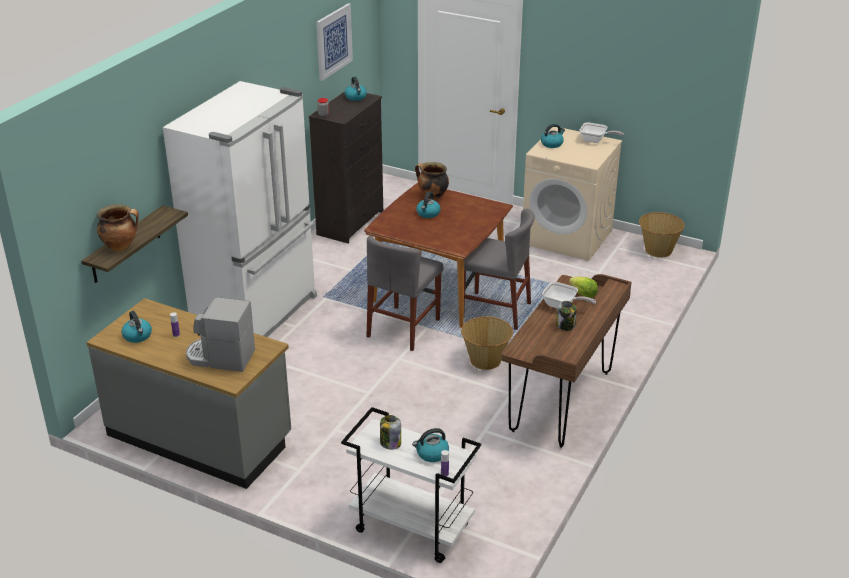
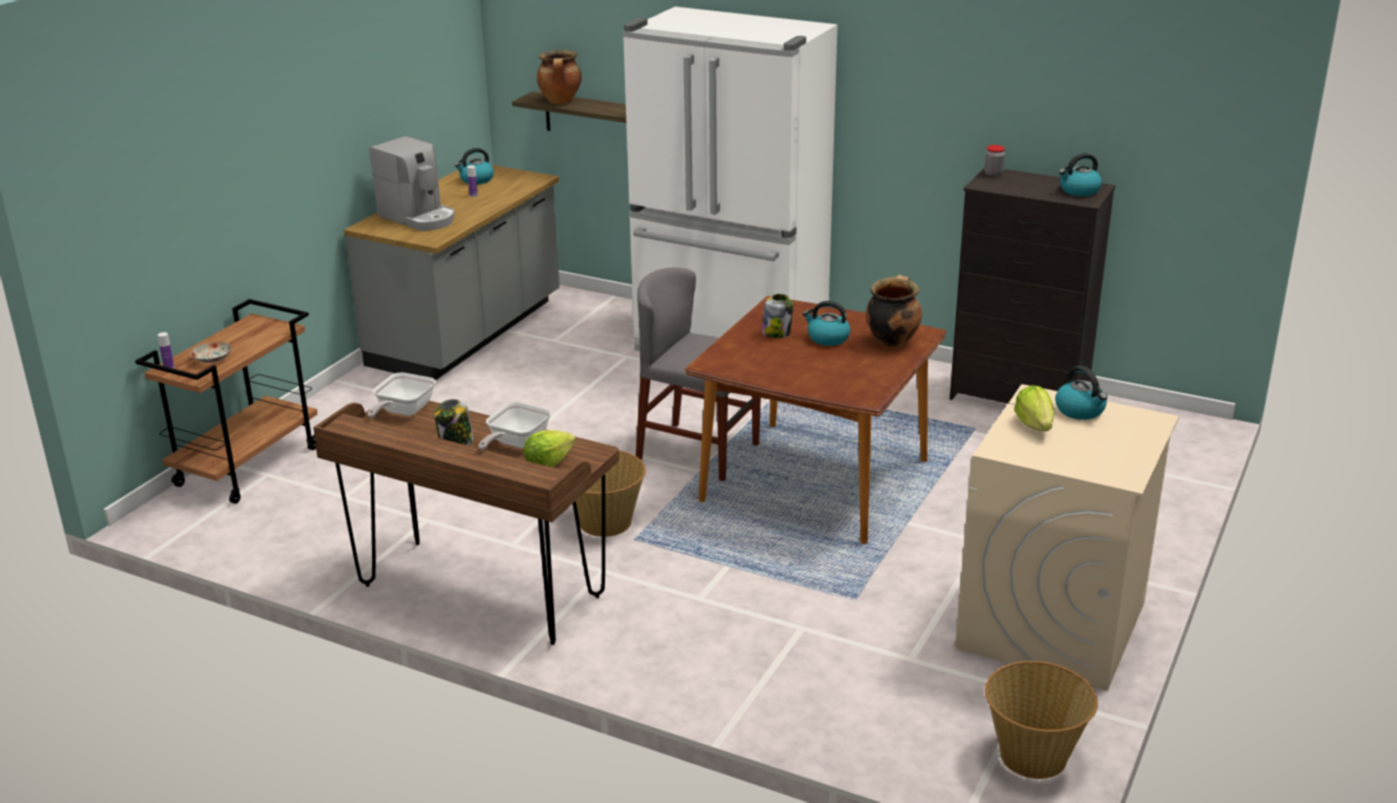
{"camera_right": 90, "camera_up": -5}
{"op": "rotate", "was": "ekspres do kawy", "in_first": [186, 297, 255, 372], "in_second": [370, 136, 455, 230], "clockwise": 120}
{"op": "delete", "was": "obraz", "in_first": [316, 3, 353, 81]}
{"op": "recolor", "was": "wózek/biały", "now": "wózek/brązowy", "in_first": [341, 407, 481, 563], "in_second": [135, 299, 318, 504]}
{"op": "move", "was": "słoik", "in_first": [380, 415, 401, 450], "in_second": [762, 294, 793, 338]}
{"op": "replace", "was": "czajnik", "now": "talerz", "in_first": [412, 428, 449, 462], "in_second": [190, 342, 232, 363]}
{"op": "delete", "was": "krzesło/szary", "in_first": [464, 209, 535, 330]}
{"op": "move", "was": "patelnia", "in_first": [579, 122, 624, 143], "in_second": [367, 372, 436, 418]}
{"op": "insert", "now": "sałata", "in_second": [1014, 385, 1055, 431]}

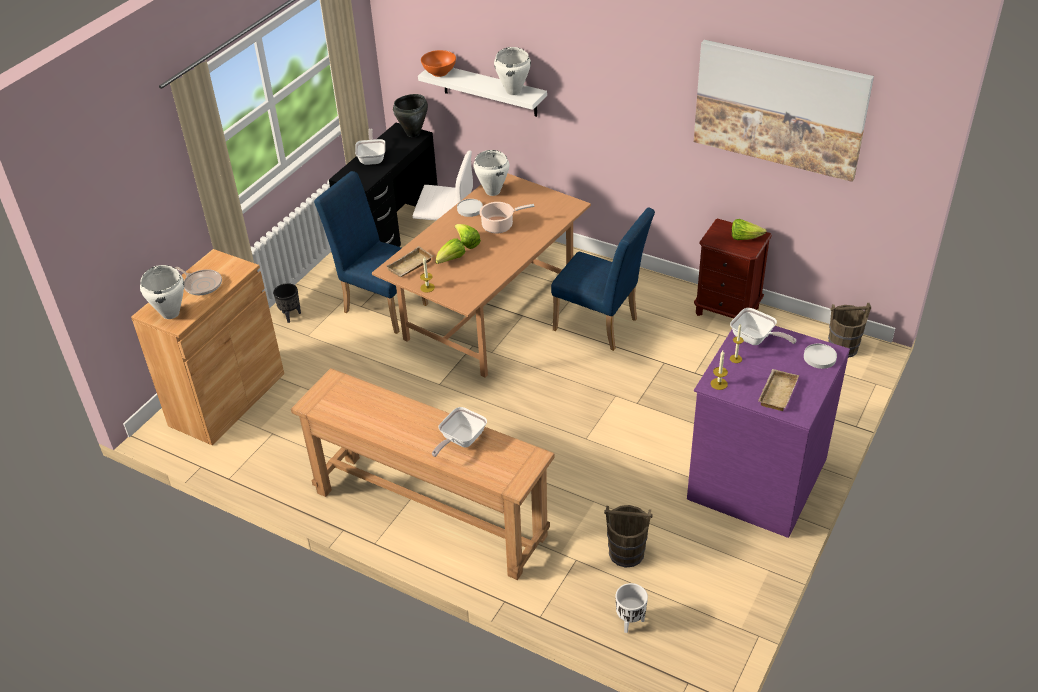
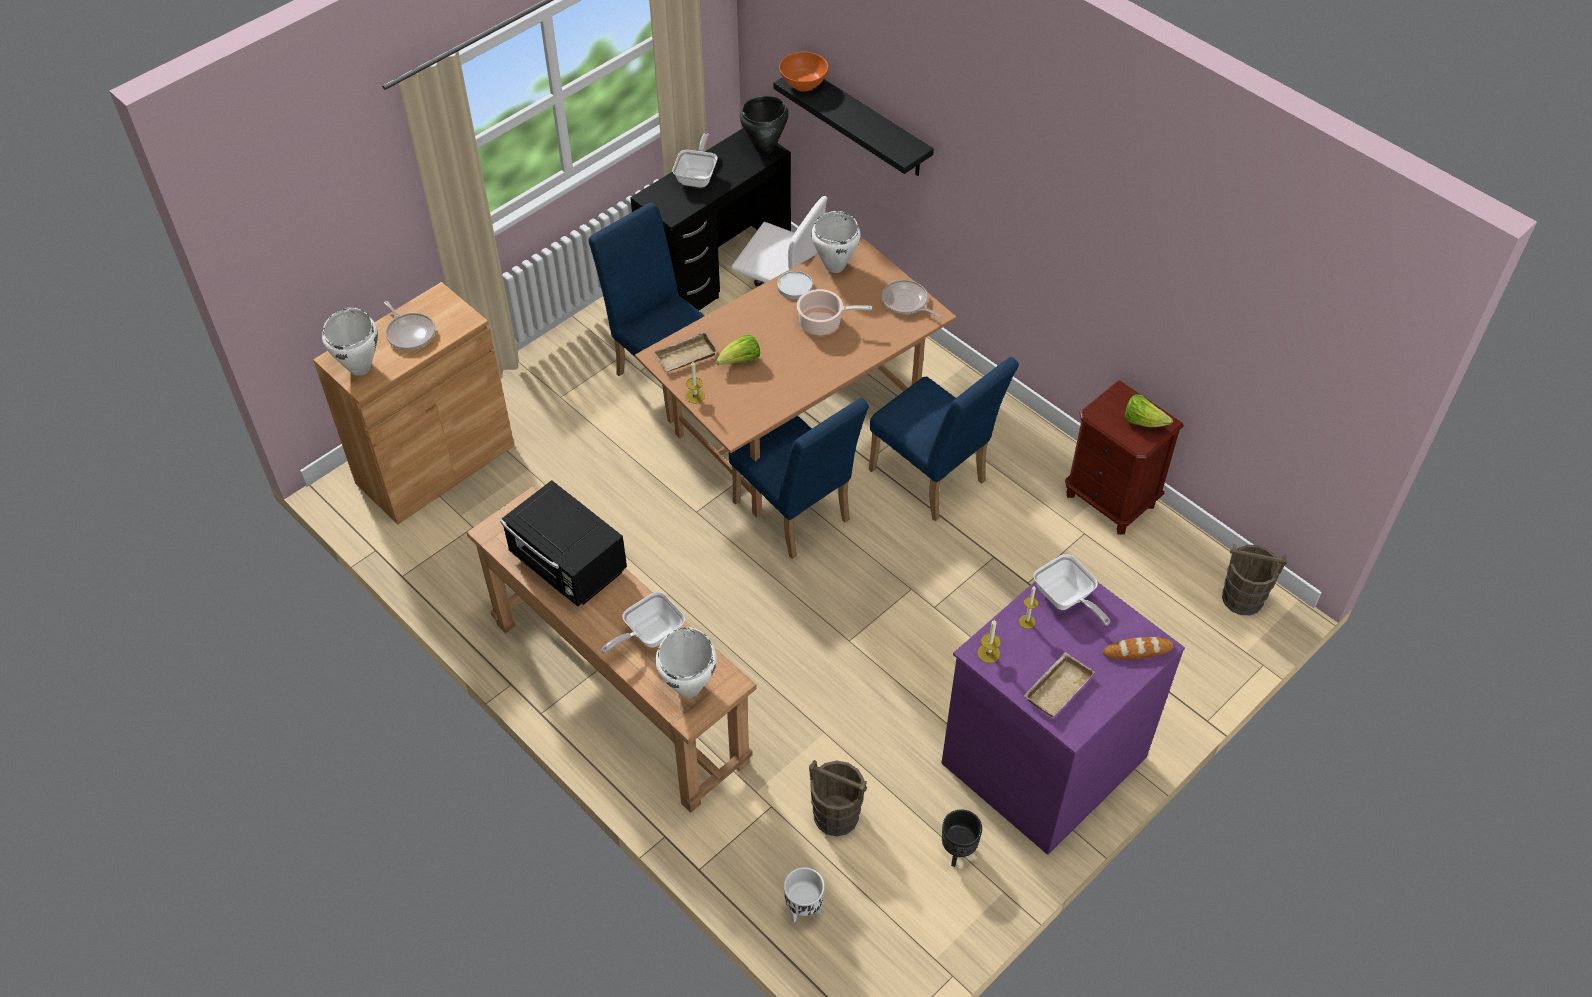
{"camera_right": 15, "camera_up": 10}
{"op": "move", "was": "donica/czarny", "in_first": [273, 283, 301, 323], "in_second": [942, 809, 982, 867]}
{"op": "recolor", "was": "półka/biały", "now": "półka/czarny", "in_first": [418, 68, 547, 117], "in_second": [774, 77, 934, 176]}
{"op": "delete", "was": "sałata", "in_first": [455, 224, 481, 249]}
{"op": "move", "was": "garnek/biały", "in_first": [494, 47, 531, 95], "in_second": [655, 627, 717, 698]}
{"op": "delete", "was": "obraz", "in_first": [694, 40, 874, 182]}
{"op": "replace", "was": "talerz/biały", "now": "chleb", "in_first": [804, 343, 837, 369], "in_second": [1103, 637, 1174, 660]}
{"op": "insert", "now": "mikrofalówka/czarny", "in_second": [500, 480, 627, 606]}
{"op": "insert", "now": "krzesło/niebieski", "in_second": [729, 398, 869, 559]}
{"op": "insert", "now": "patelnia", "in_second": [882, 280, 942, 318]}

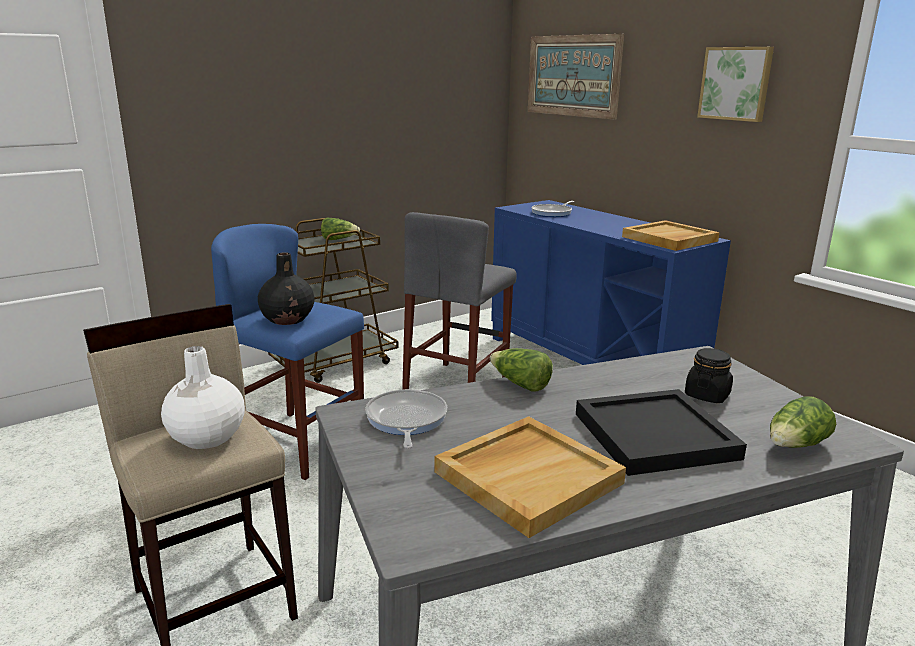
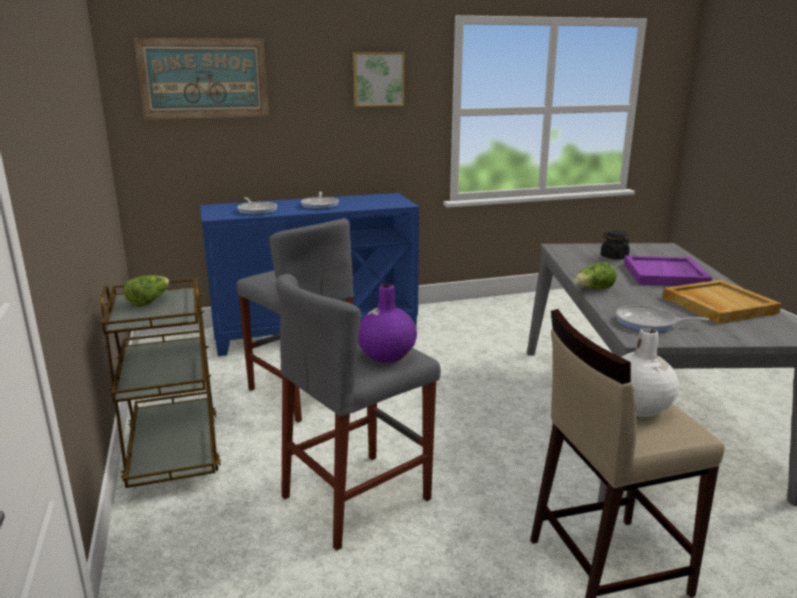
{"camera_right": -70, "camera_up": 0}
{"op": "recolor", "was": "stołek/niebieski", "now": "stołek/szary", "in_first": [211, 224, 364, 480], "in_second": [276, 274, 441, 551]}
{"op": "recolor", "was": "wazon/czarny", "now": "wazon/fioletowy", "in_first": [258, 252, 314, 325], "in_second": [358, 284, 417, 363]}
{"op": "recolor", "was": "taca/czarny", "now": "taca/fioletowy", "in_first": [576, 389, 747, 476], "in_second": [624, 256, 712, 286]}
{"op": "delete", "was": "taca/beżowy", "in_first": [622, 220, 720, 251]}
{"op": "delete", "was": "sałata", "in_first": [770, 396, 836, 448]}
{"op": "insert", "now": "patelnia", "in_second": [301, 192, 339, 210]}

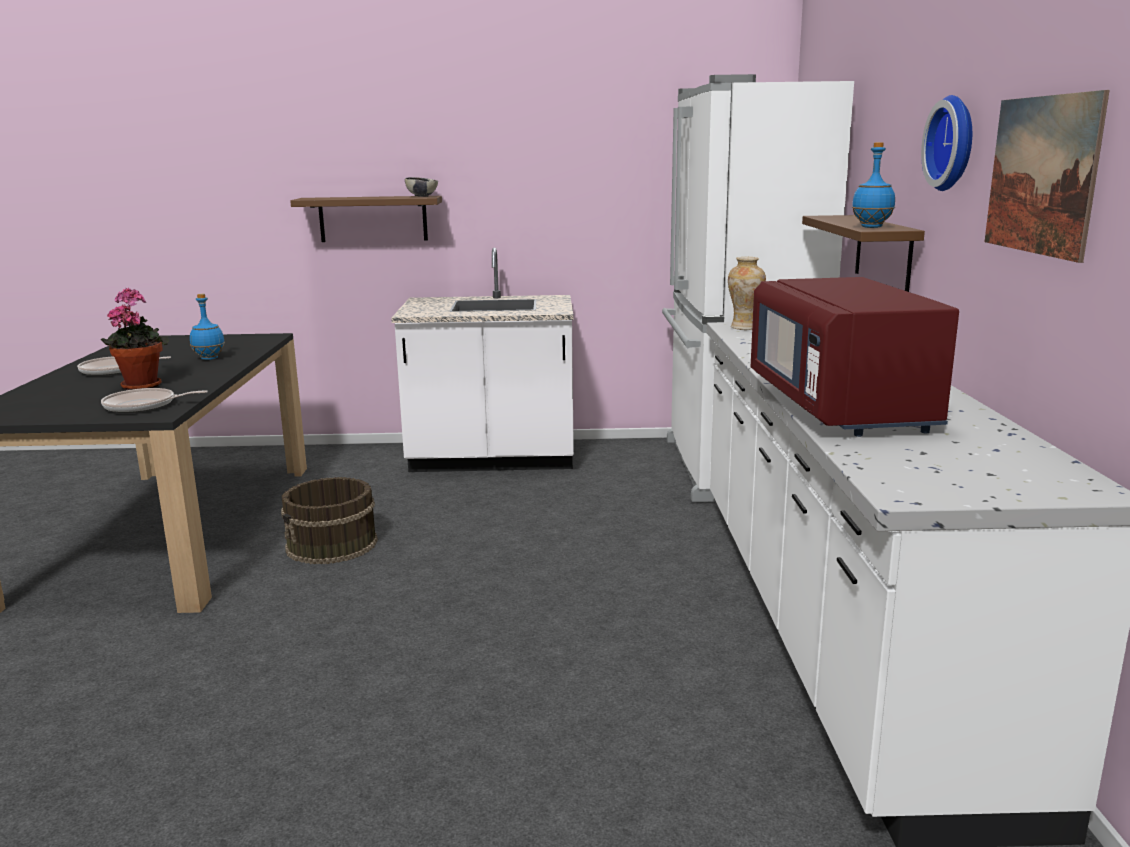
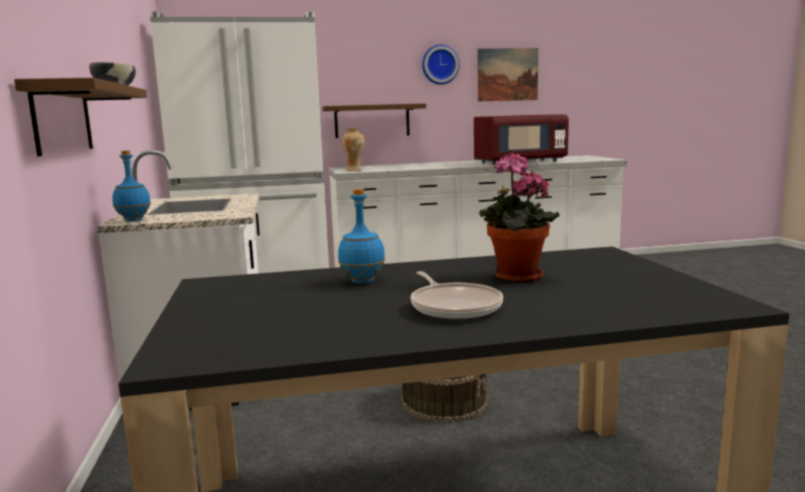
{"camera_right": -100, "camera_up": -5}
{"op": "delete", "was": "patelnia", "in_first": [101, 388, 208, 413]}
{"op": "move", "was": "butelka/niebieski", "in_first": [852, 142, 895, 228], "in_second": [112, 151, 151, 221]}

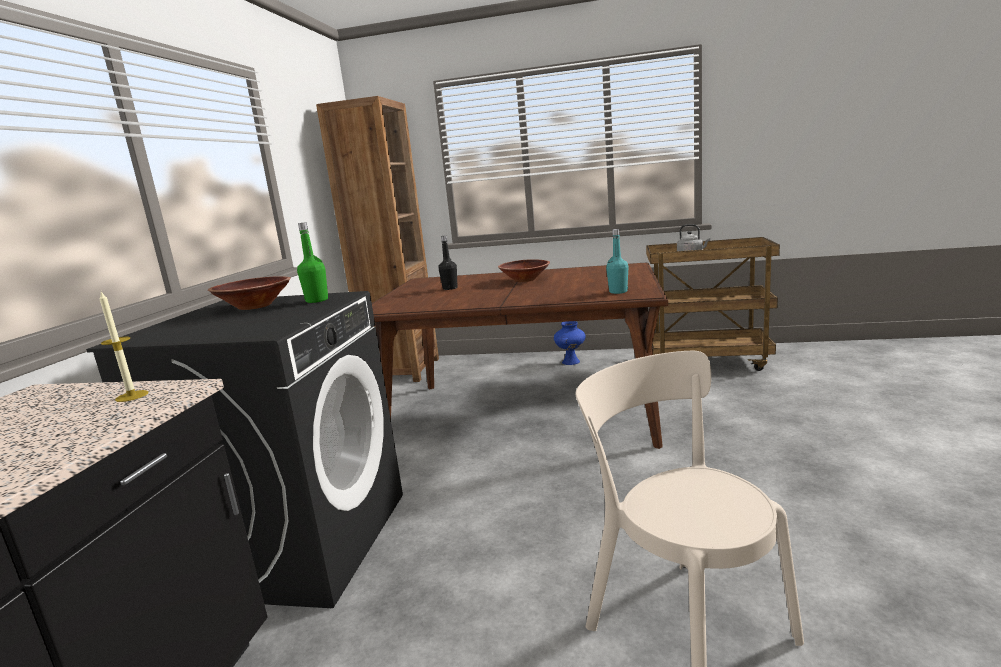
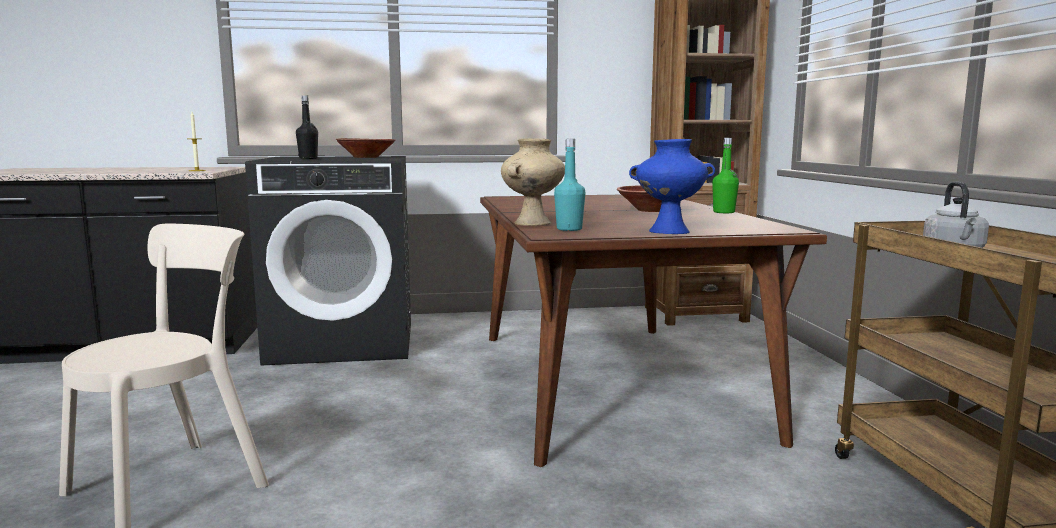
{"camera_right": 70, "camera_up": -5}
{"op": "move", "was": "butelka/zielony", "in_first": [297, 222, 328, 303], "in_second": [712, 138, 739, 213]}
{"op": "move", "was": "butelka/czarny", "in_first": [438, 235, 458, 290], "in_second": [296, 95, 318, 159]}
{"op": "move", "was": "wazon/niebieski", "in_first": [554, 321, 586, 365], "in_second": [629, 139, 715, 234]}
{"op": "insert", "now": "wazon/beżowy", "in_second": [501, 138, 565, 226]}

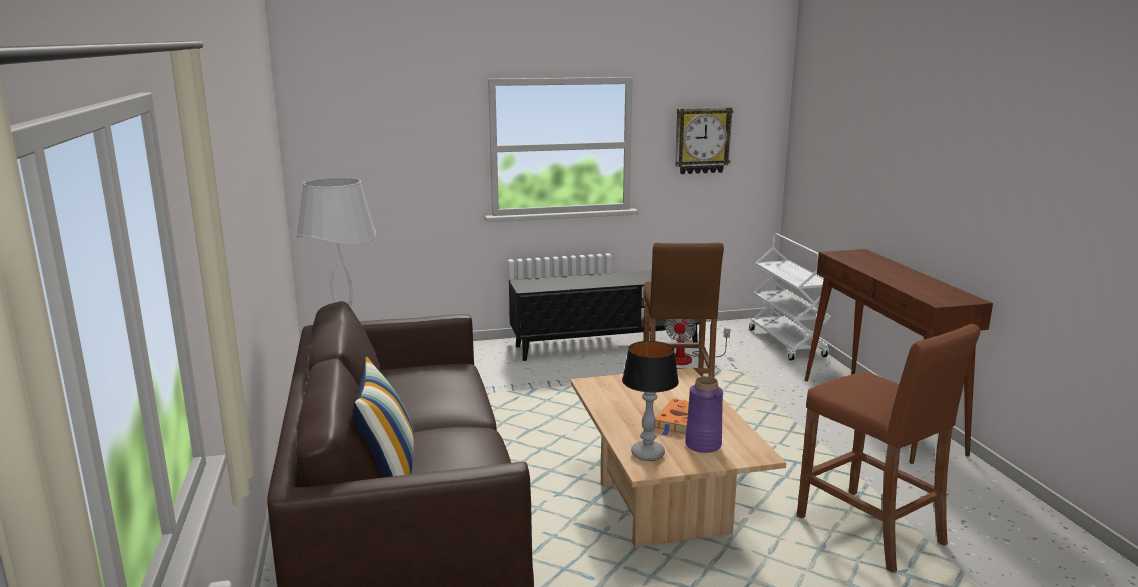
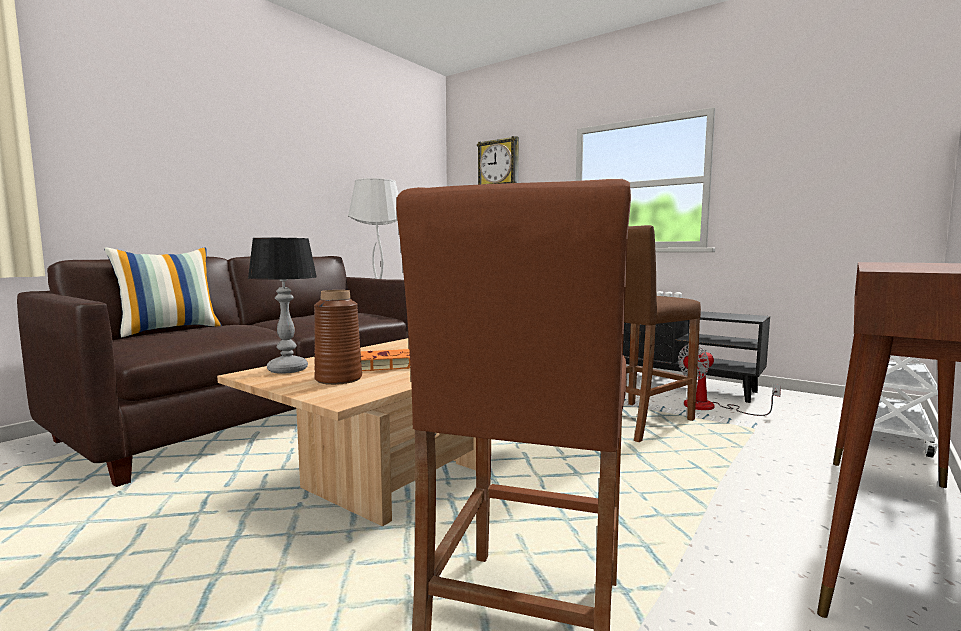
{"camera_right": 50, "camera_up": -10}
{"op": "move", "was": "zegar ścienny", "in_first": [675, 107, 733, 174], "in_second": [477, 136, 519, 185]}
{"op": "recolor", "was": "wazon/fioletowy", "now": "wazon/brązowy", "in_first": [685, 376, 723, 453], "in_second": [314, 290, 362, 385]}

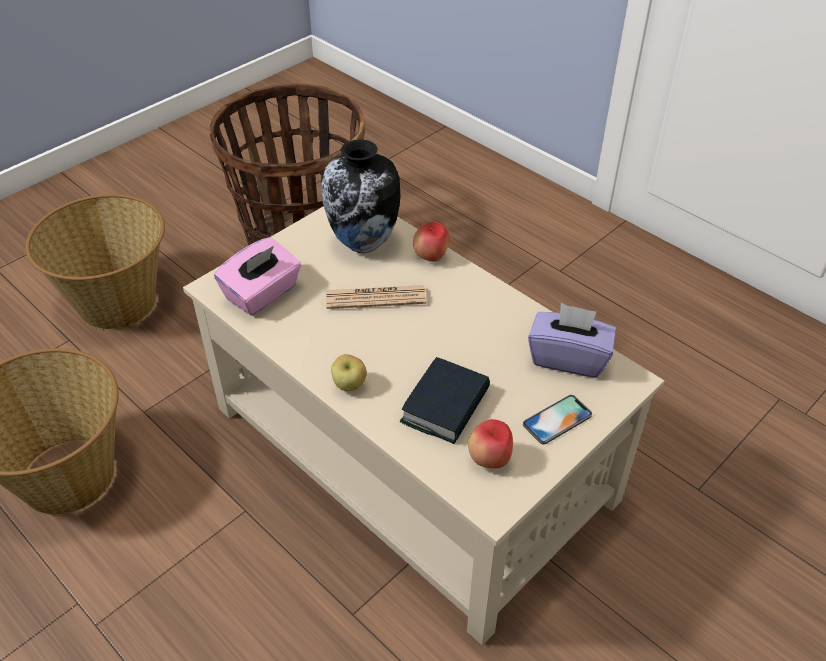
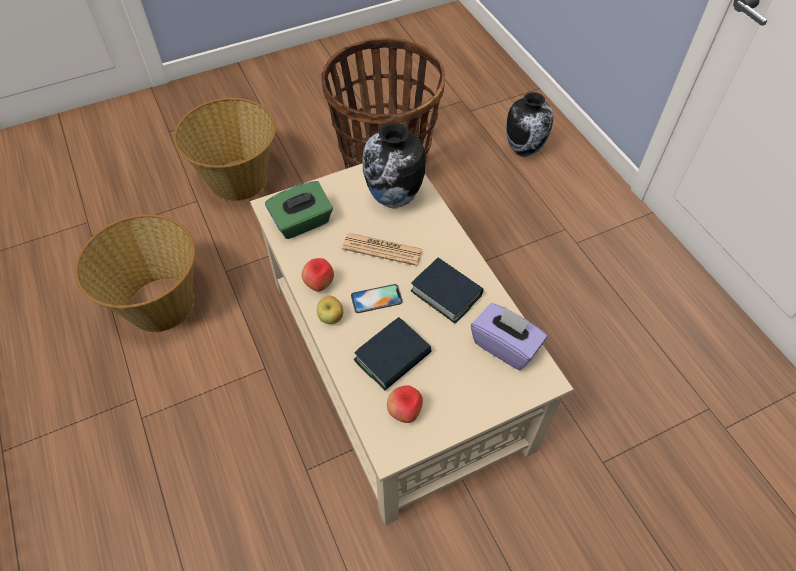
{"camera_right": 20, "camera_up": 10}
{"op": "recolor", "was": "pudełko chusteczek/różowy", "now": "pudełko chusteczek/zielony", "in_first": [214, 237, 301, 316], "in_second": [265, 181, 333, 239]}
{"op": "move", "was": "jabłko", "in_first": [413, 221, 449, 262], "in_second": [302, 258, 334, 292]}
{"op": "move", "was": "telefon", "in_first": [523, 395, 592, 444], "in_second": [351, 284, 403, 313]}
{"op": "insert", "now": "książka", "in_second": [411, 257, 483, 324]}
{"op": "insert", "now": "wazon", "in_second": [506, 92, 554, 157]}

